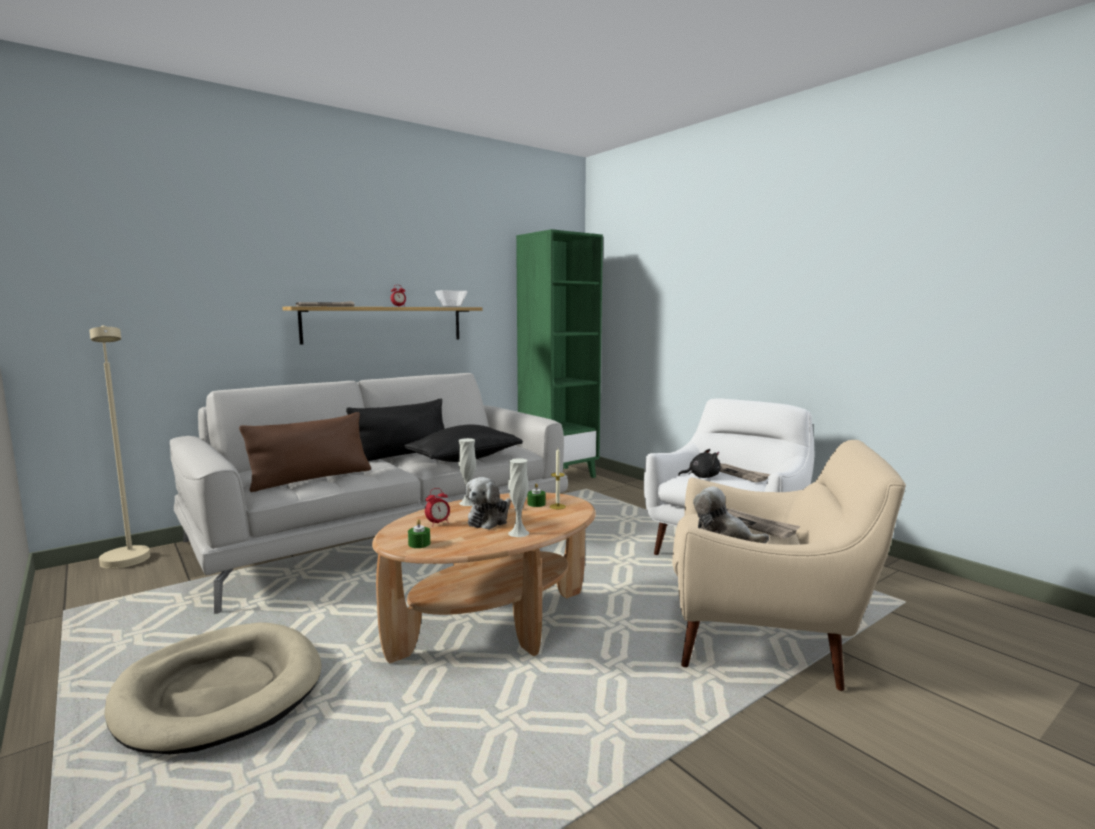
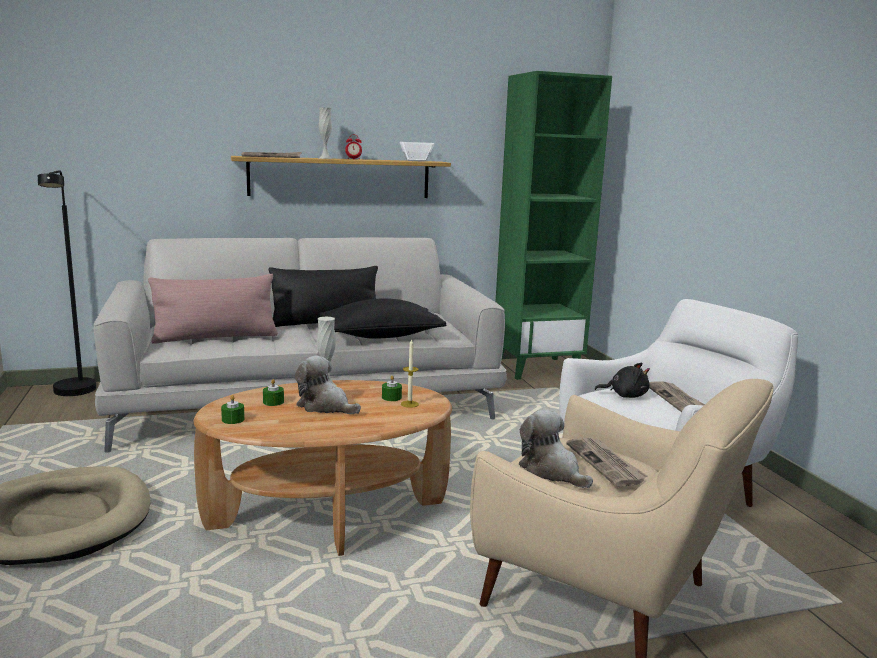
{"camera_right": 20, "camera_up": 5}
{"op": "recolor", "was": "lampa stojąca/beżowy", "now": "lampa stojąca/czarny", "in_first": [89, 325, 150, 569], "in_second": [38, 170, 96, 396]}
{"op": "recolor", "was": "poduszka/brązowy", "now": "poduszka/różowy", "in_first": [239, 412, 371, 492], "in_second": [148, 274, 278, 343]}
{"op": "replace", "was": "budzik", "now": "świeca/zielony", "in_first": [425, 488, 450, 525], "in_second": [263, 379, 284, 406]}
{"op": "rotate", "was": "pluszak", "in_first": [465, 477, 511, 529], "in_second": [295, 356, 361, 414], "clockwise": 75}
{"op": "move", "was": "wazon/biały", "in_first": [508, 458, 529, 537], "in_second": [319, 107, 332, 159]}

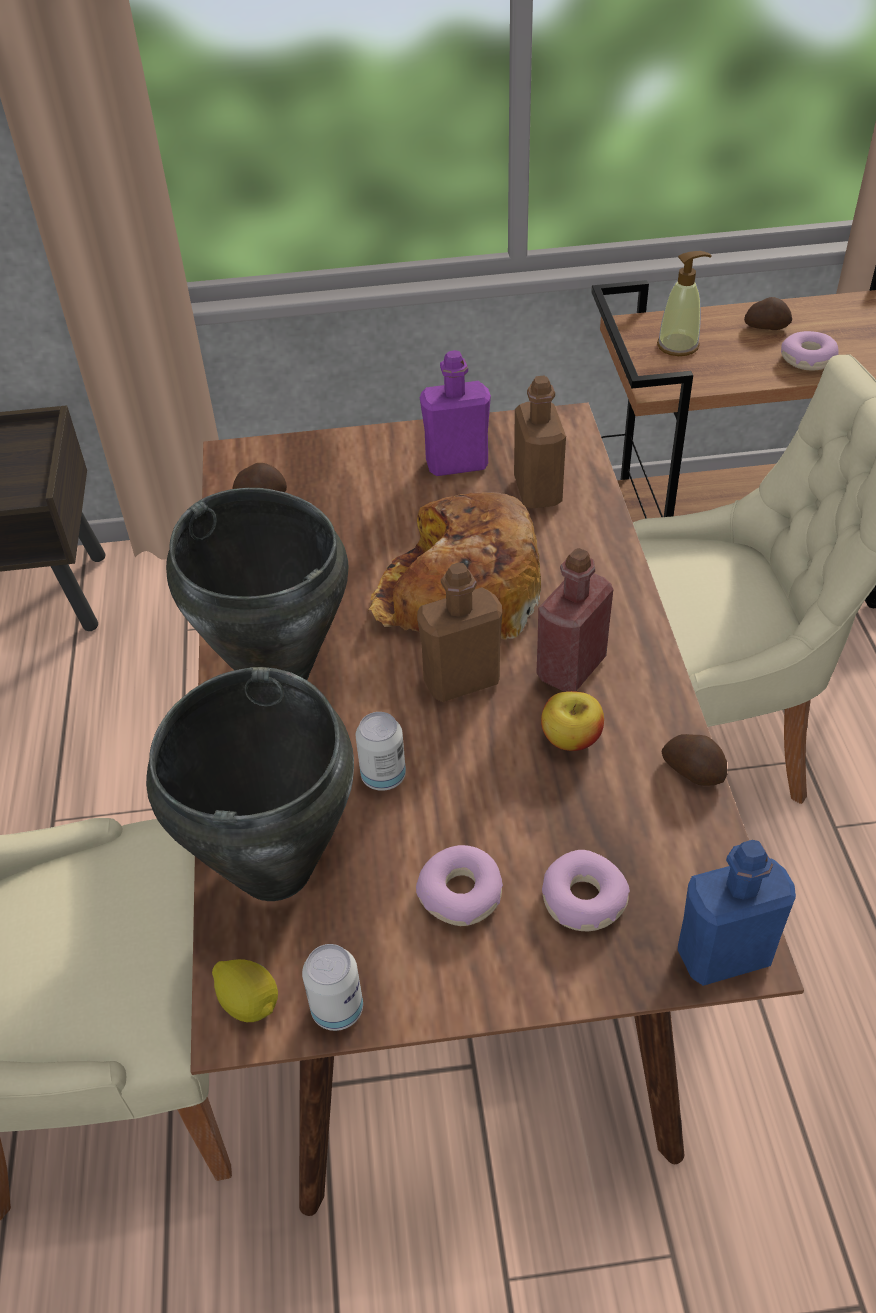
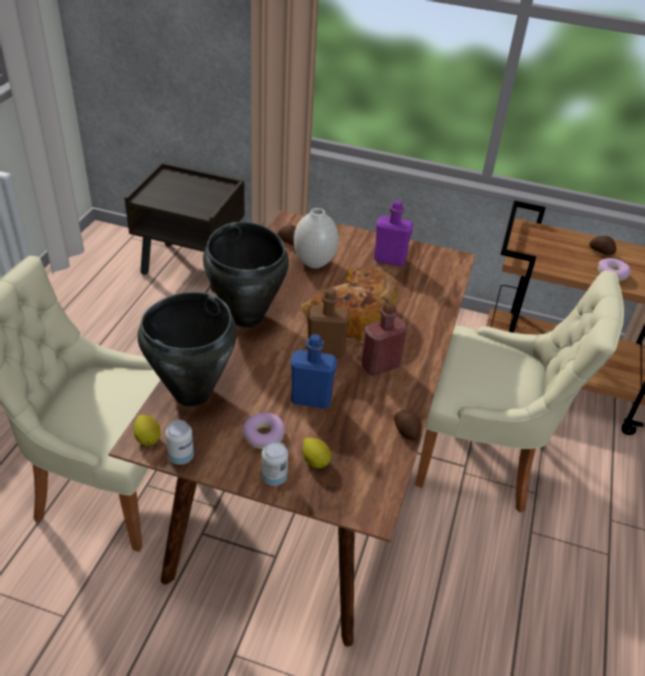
{"camera_right": 20, "camera_up": -5}
{"op": "move", "was": "puszka", "in_first": [356, 712, 406, 791], "in_second": [262, 441, 288, 486]}
{"op": "delete", "was": "butelka/brązowy", "in_first": [514, 375, 566, 509]}
{"op": "delete", "was": "jabłko", "in_first": [541, 691, 604, 751]}
{"op": "replace", "was": "donut", "now": "cytryna", "in_first": [542, 850, 630, 931], "in_second": [303, 437, 331, 468]}
{"op": "delete", "was": "dozownik mydła", "in_first": [657, 251, 712, 356]}
{"op": "move", "was": "butelka/niebieski", "in_first": [678, 840, 796, 986], "in_second": [291, 334, 337, 409]}
{"op": "insert", "now": "wazon/biały", "in_second": [294, 208, 339, 268]}

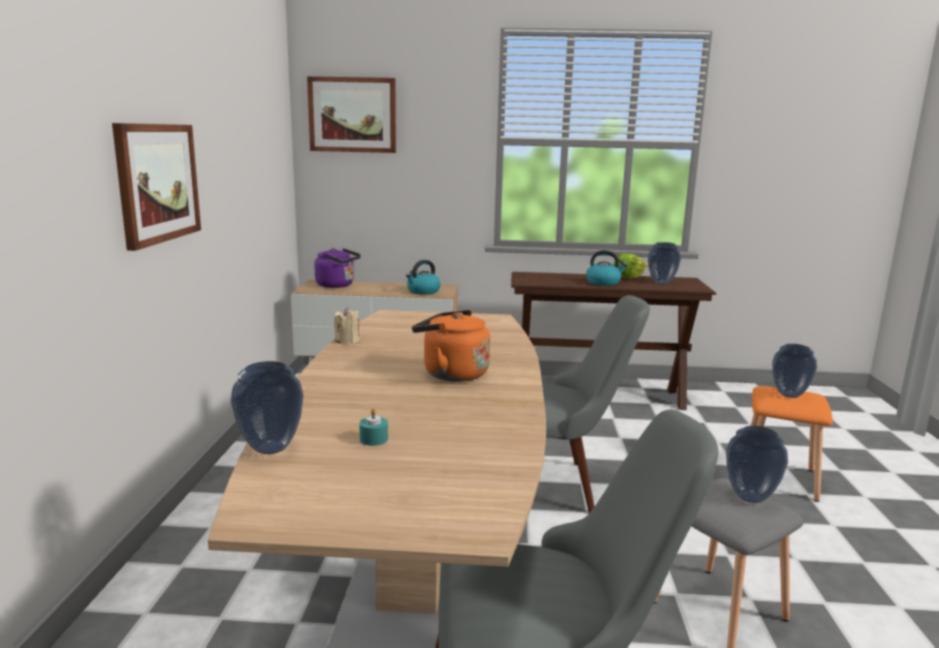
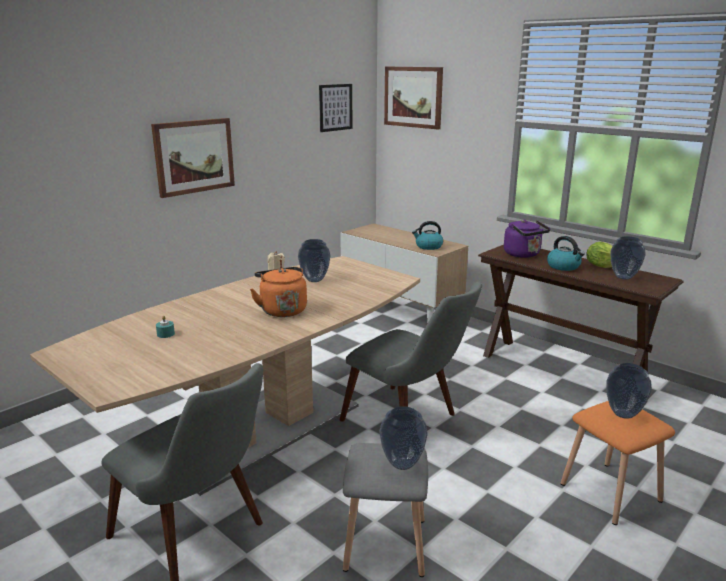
{"camera_right": 40, "camera_up": 5}
{"op": "move", "was": "wazon", "in_first": [231, 361, 304, 454], "in_second": [298, 239, 330, 282]}
{"op": "move", "was": "czajnik/fioletowy", "in_first": [314, 248, 361, 288], "in_second": [504, 220, 550, 258]}
{"op": "insert", "now": "obraz", "in_second": [319, 84, 352, 132]}

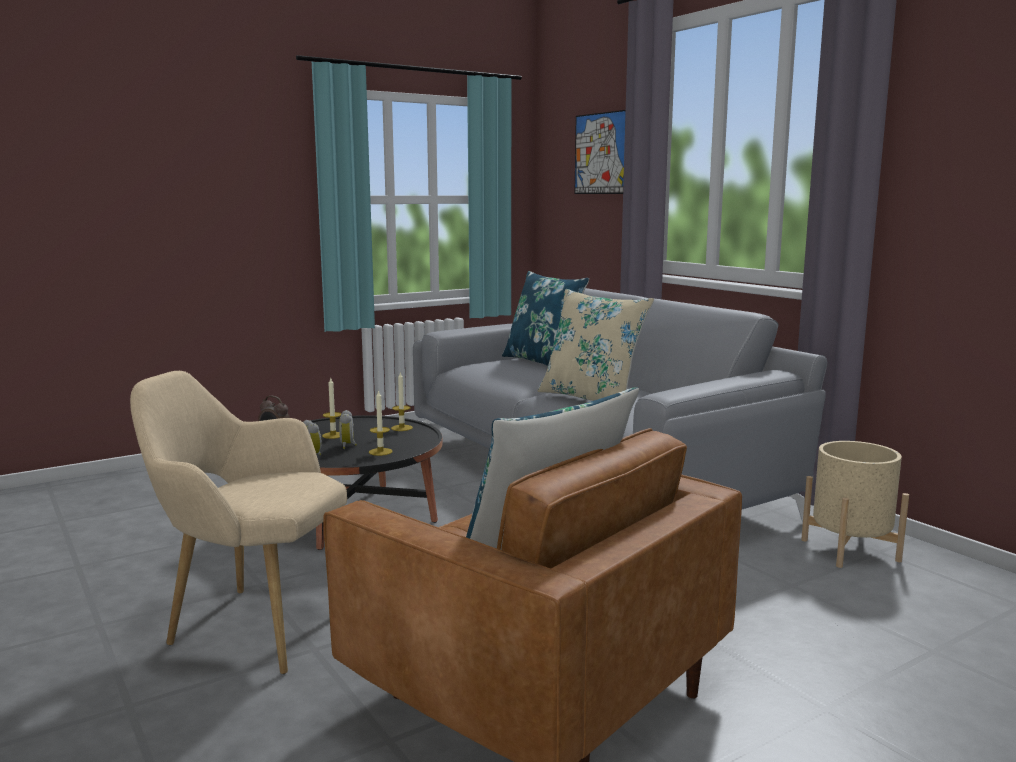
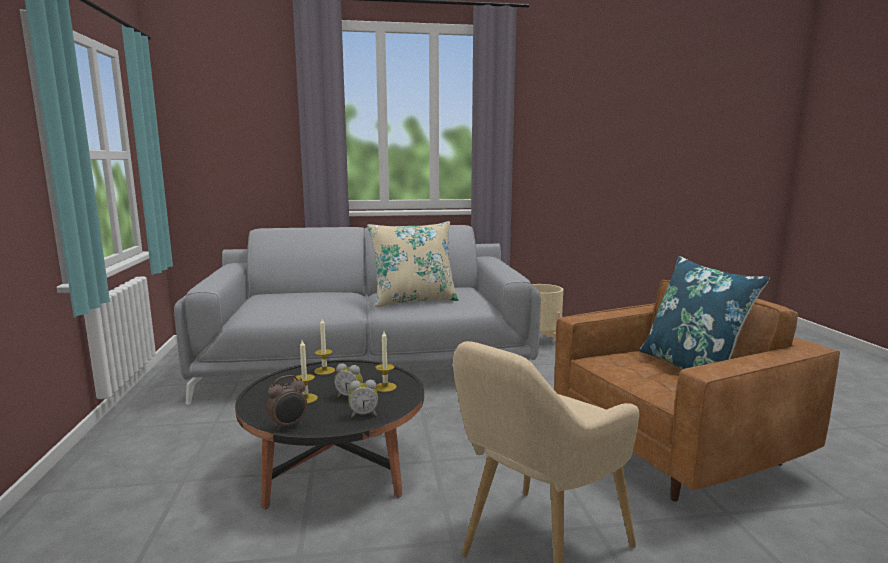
{"camera_right": -65, "camera_up": 0}
{"op": "delete", "was": "poduszka/niebieski", "in_first": [502, 271, 589, 366]}
{"op": "delete", "was": "obraz", "in_first": [574, 110, 626, 194]}

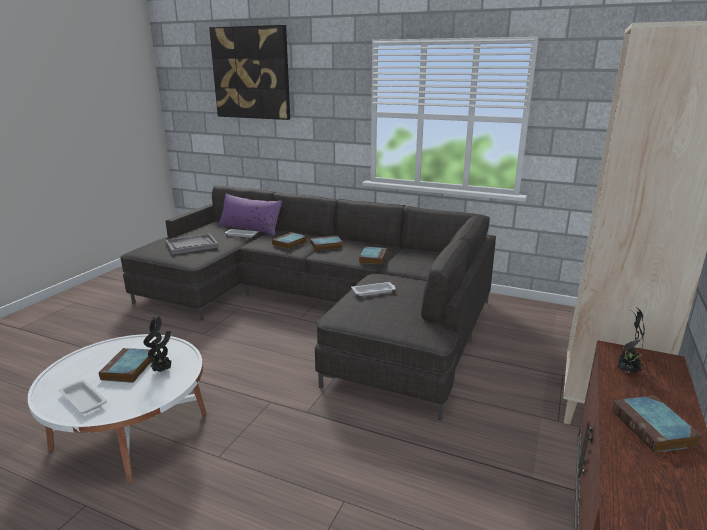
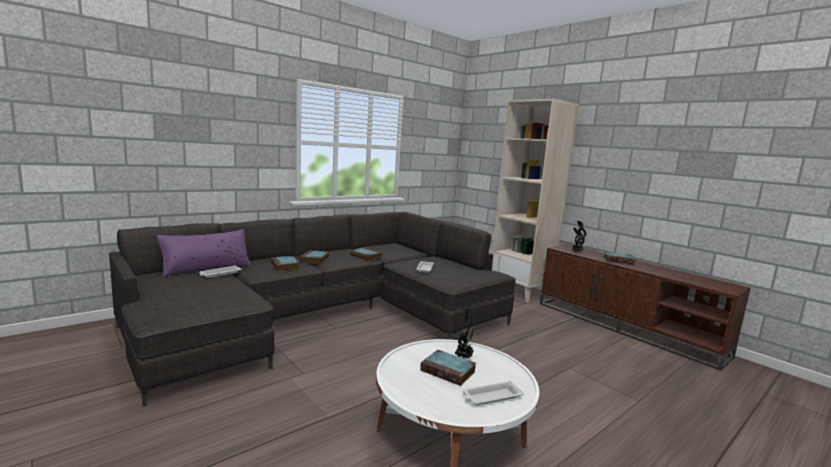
{"camera_right": -65, "camera_up": -10}
{"op": "delete", "was": "taca/szary", "in_first": [165, 234, 219, 255]}
{"op": "delete", "was": "obraz", "in_first": [209, 25, 290, 120]}

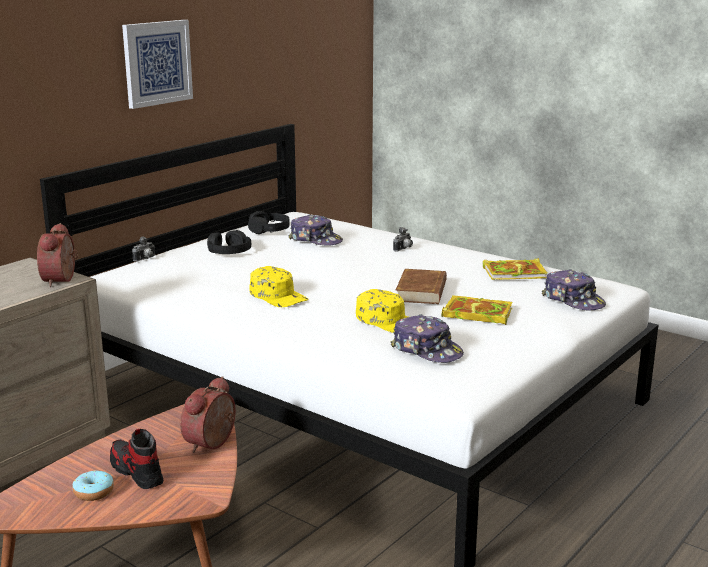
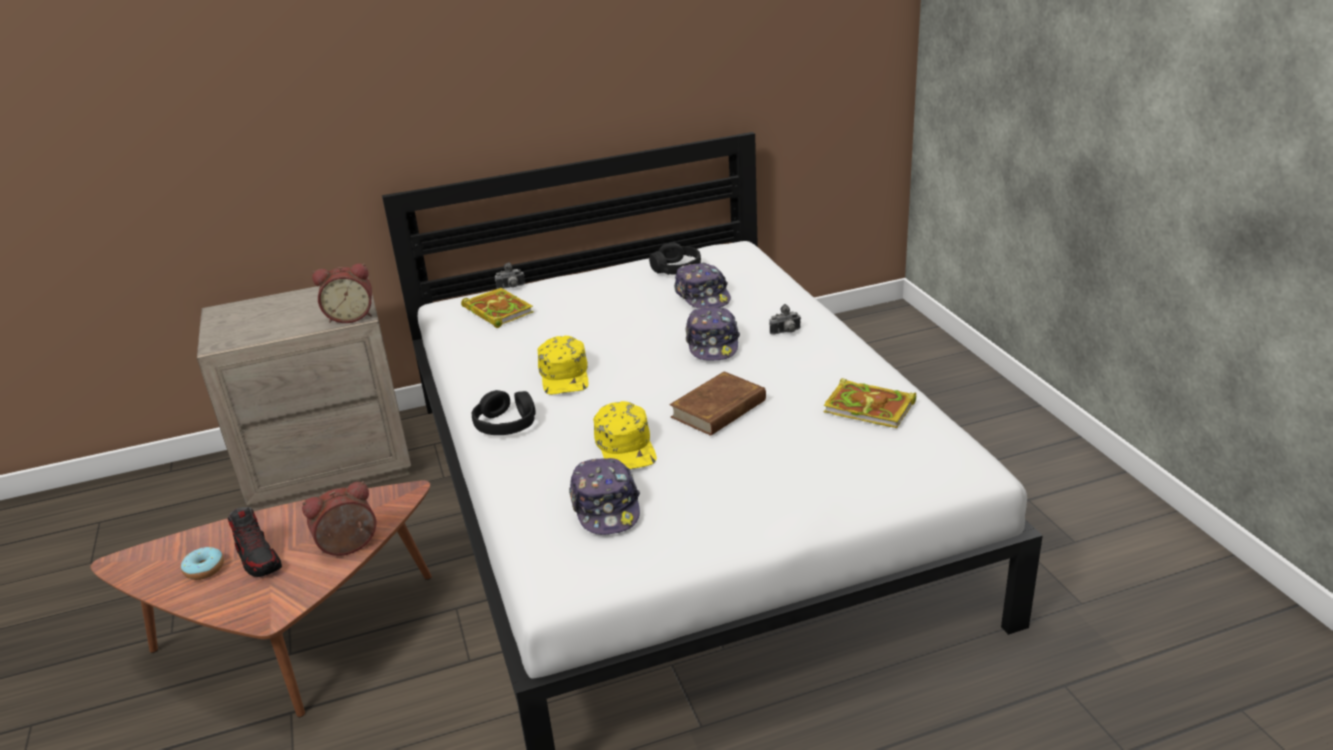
{"camera_right": 35, "camera_up": 10}
{"op": "rotate", "was": "budzik", "in_first": [37, 223, 78, 287], "in_second": [312, 263, 372, 323], "clockwise": -135}
{"op": "rotate", "was": "but", "in_first": [110, 429, 163, 489], "in_second": [227, 507, 282, 577], "clockwise": 150}
{"op": "delete", "was": "obraz", "in_first": [122, 20, 193, 109]}
{"op": "move", "was": "słuchawki/czarny", "in_first": [207, 230, 251, 254], "in_second": [471, 390, 536, 435]}
{"op": "move", "was": "książka", "in_first": [442, 296, 512, 325], "in_second": [461, 288, 533, 328]}
{"op": "move", "was": "czapka z daszkiem", "in_first": [542, 269, 606, 311], "in_second": [686, 307, 740, 361]}

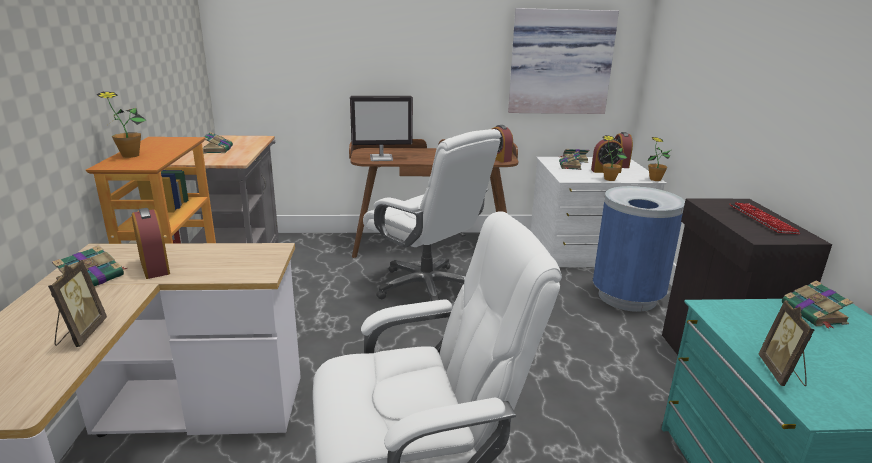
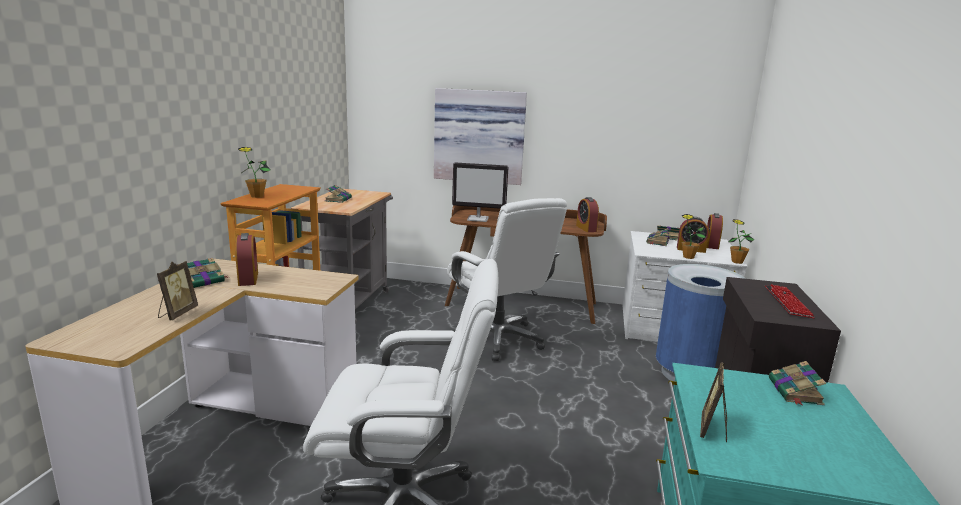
{"camera_right": 15, "camera_up": -5}
{"op": "move", "was": "obraz", "in_first": [508, 8, 619, 114], "in_second": [434, 88, 527, 185]}

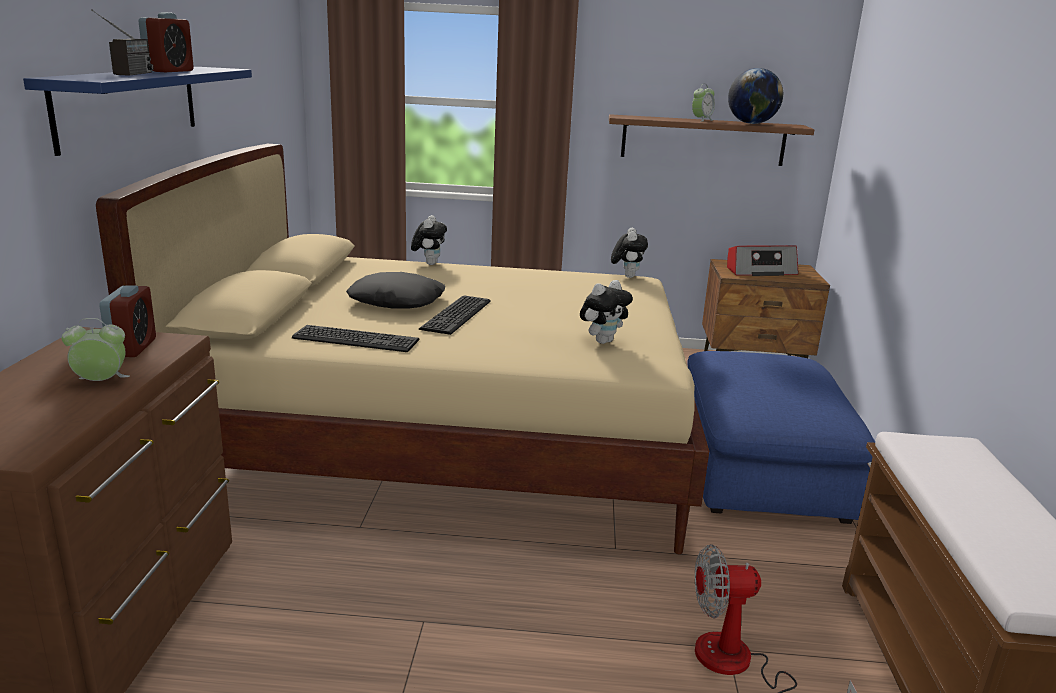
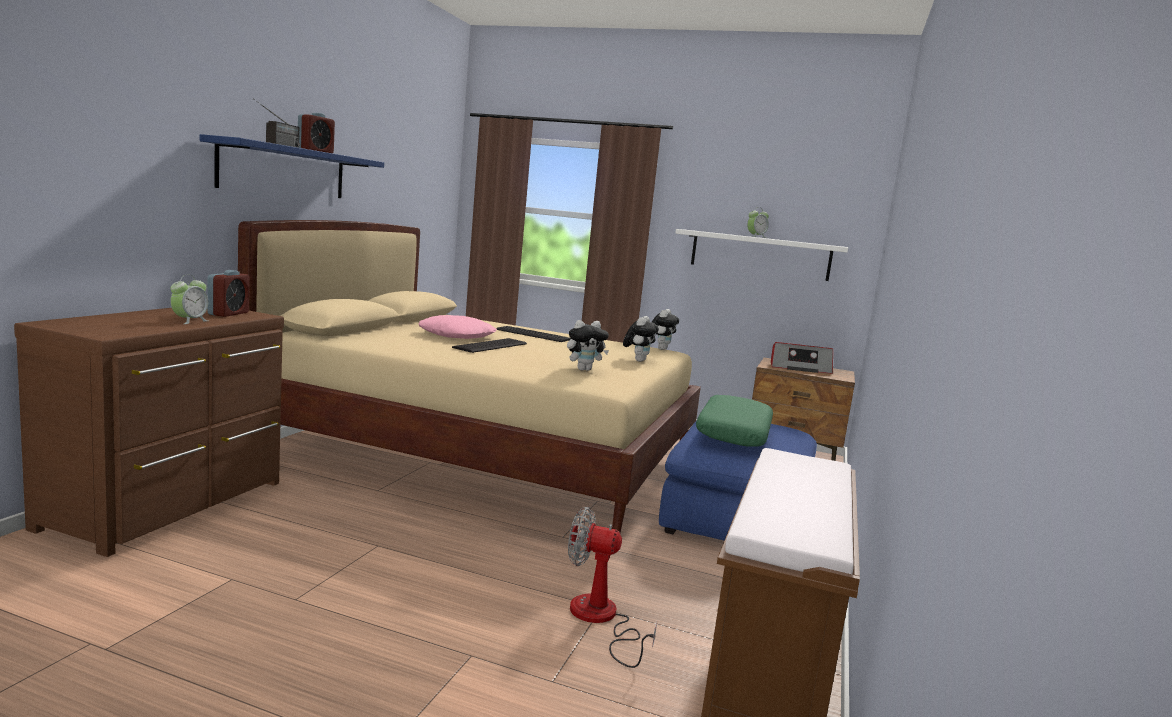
{"camera_right": 15, "camera_up": -10}
{"op": "rotate", "was": "budzik", "in_first": [61, 318, 130, 381], "in_second": [170, 275, 209, 324], "clockwise": 105}
{"op": "move", "was": "klawiatura", "in_first": [292, 325, 419, 352], "in_second": [496, 326, 570, 342]}
{"op": "recolor", "was": "poduszka/czarny", "now": "poduszka/różowy", "in_first": [346, 272, 445, 308], "in_second": [419, 315, 497, 339]}
{"op": "move", "was": "pluszak", "in_first": [411, 215, 447, 265], "in_second": [623, 316, 659, 362]}
{"op": "recolor", "was": "półka/brązowy", "now": "półka/biały", "in_first": [609, 114, 815, 166], "in_second": [675, 229, 848, 281]}
{"op": "delete", "was": "globus", "in_first": [728, 68, 783, 124]}
{"op": "insert", "now": "poduszka/zielony", "in_second": [696, 395, 773, 447]}

